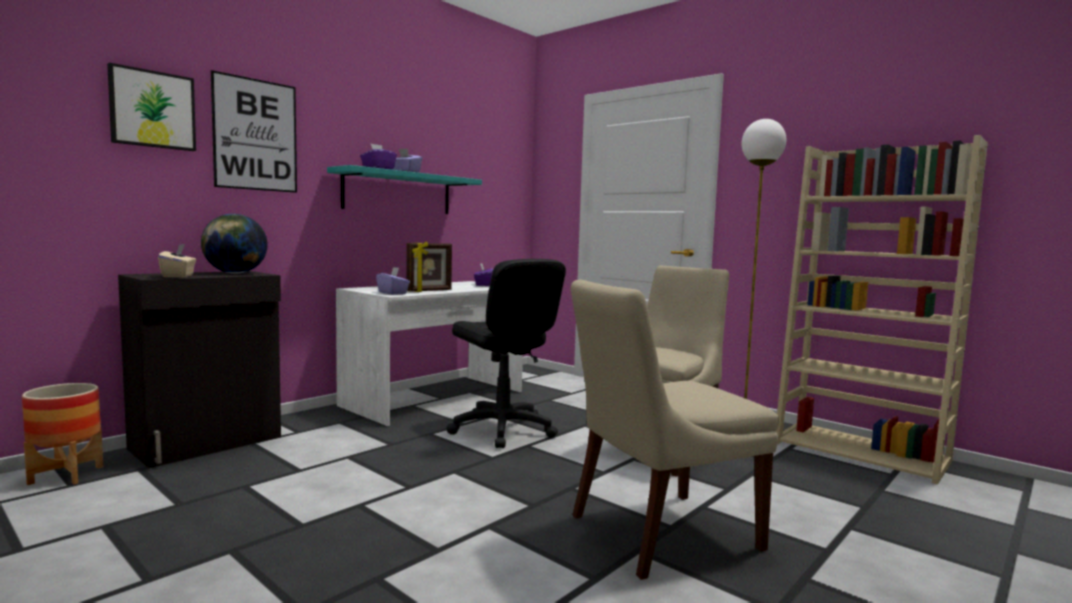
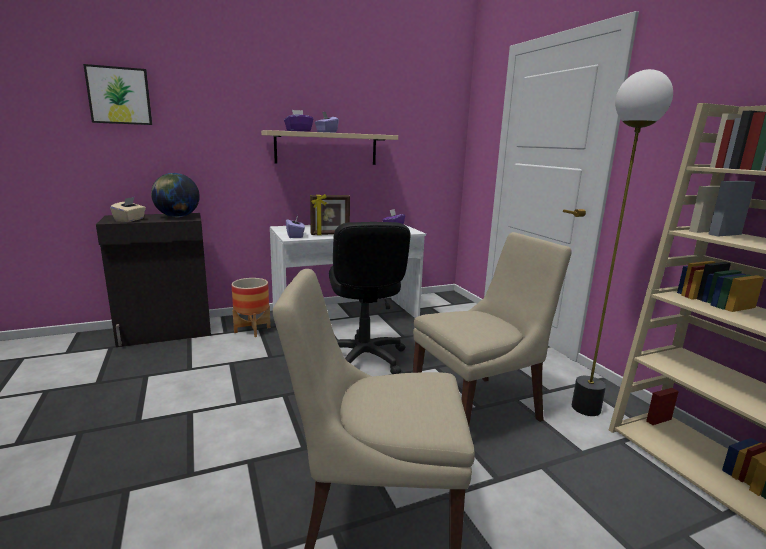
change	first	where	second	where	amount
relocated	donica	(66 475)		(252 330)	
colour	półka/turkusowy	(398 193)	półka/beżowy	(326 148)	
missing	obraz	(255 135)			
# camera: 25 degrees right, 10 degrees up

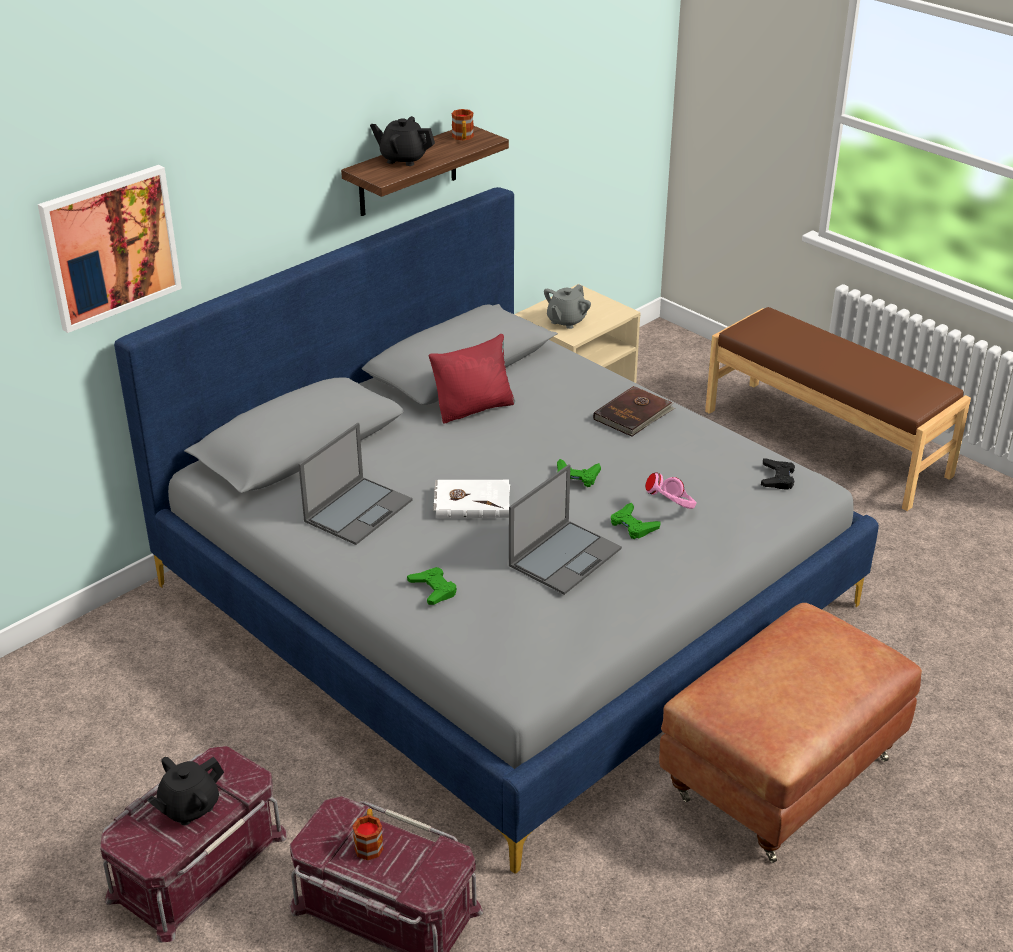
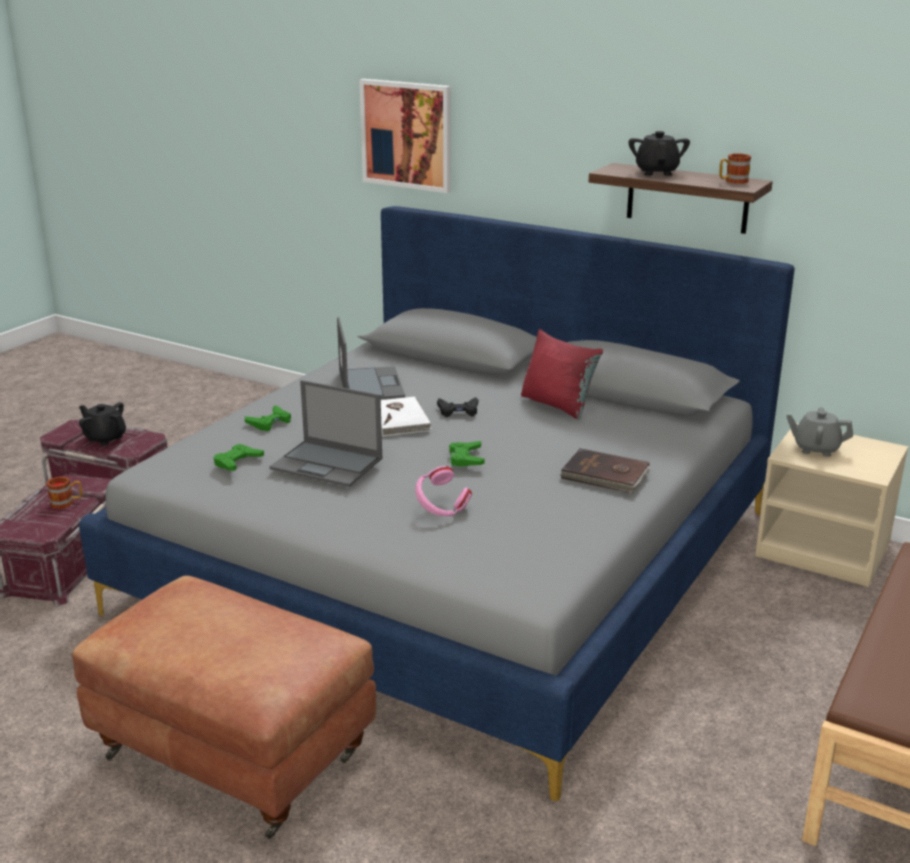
change	first	where	second	where	amount
relocated	pad do gier/zielony	(633 525)		(237 462)	
spun	laptop	(359 510)		(370 384)	120 degrees counterclockwise
relocated	pad do gier/czarny	(777 478)		(458 411)	
# camera: 75 degrees right, 10 degrees down

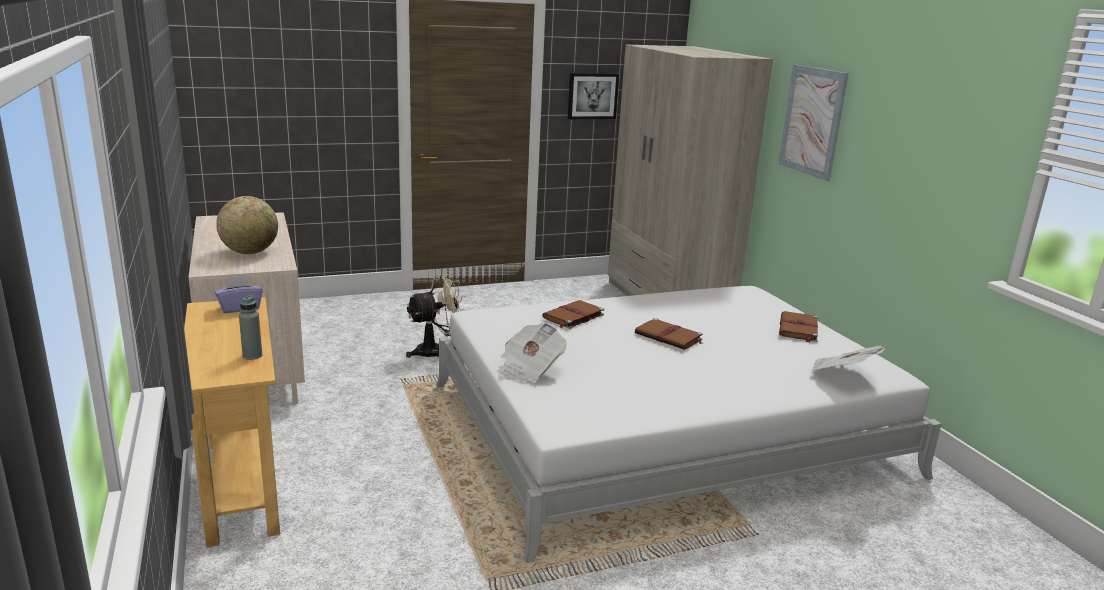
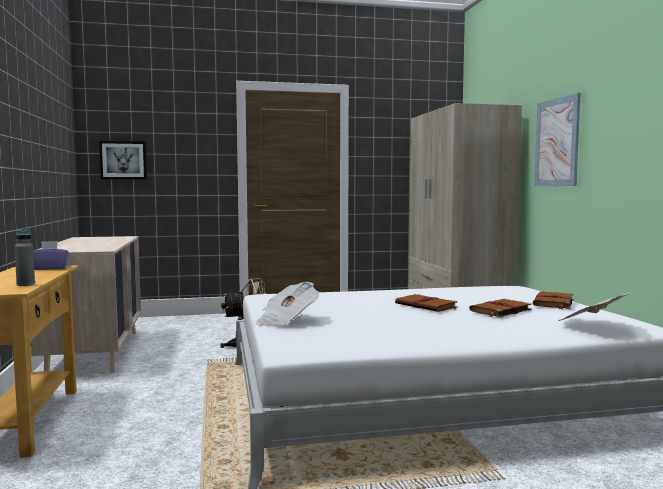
change	first	where	second	where	amount
relocated	obraz	(592 96)		(123 160)	
relocated	książka/brązowy	(572 316)		(499 310)	
missing	globus	(250 252)			
# camera: 10 degrees right, 15 degrees down

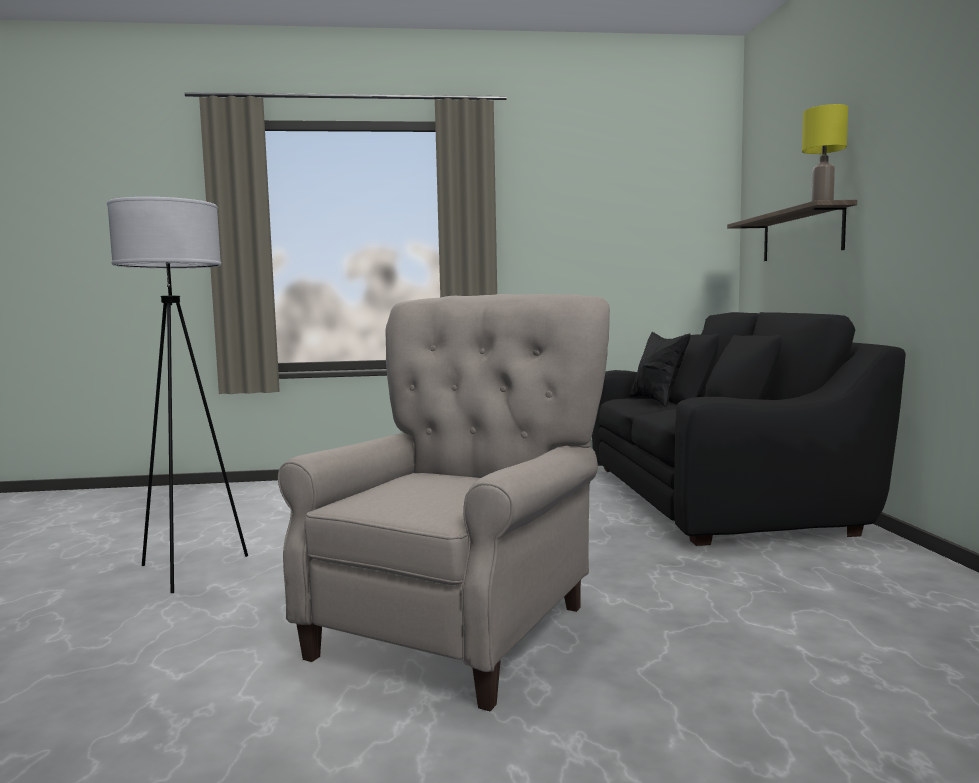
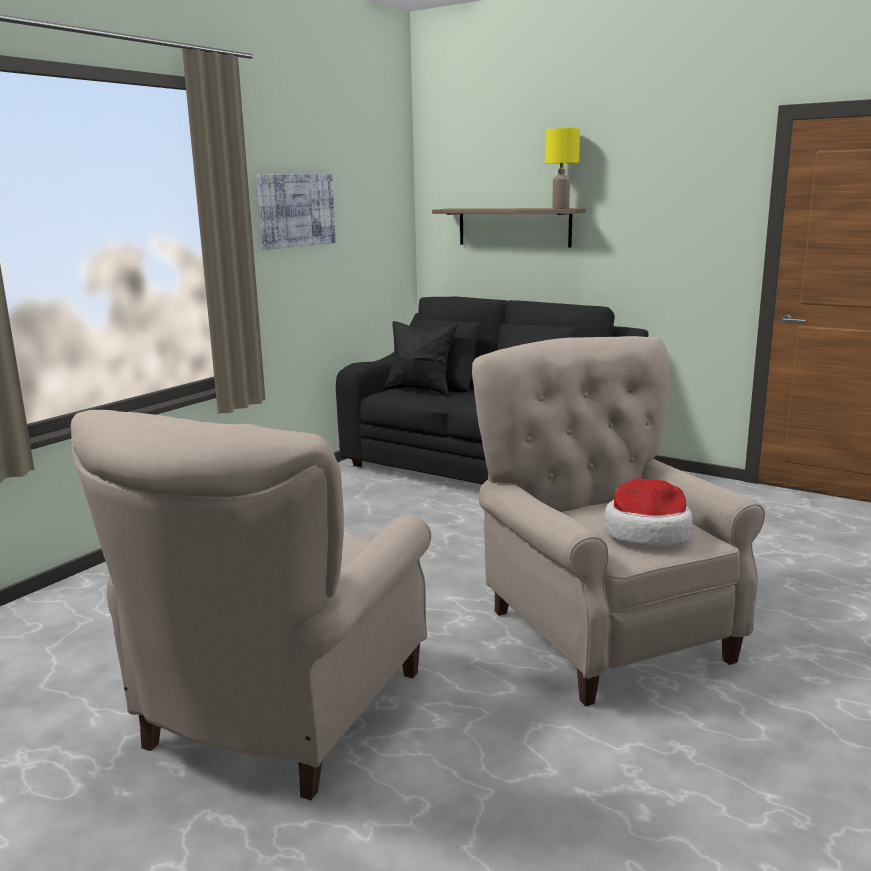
change	first	where	second	where	amount
exchanged	lampa stojąca/biały	(190 570)	fotel/beżowy	(279 715)	
appeared			obraz	(296 210)	
appeared			kapelusz	(647 533)	
# camera: 50 degrees left, 10 degrees up

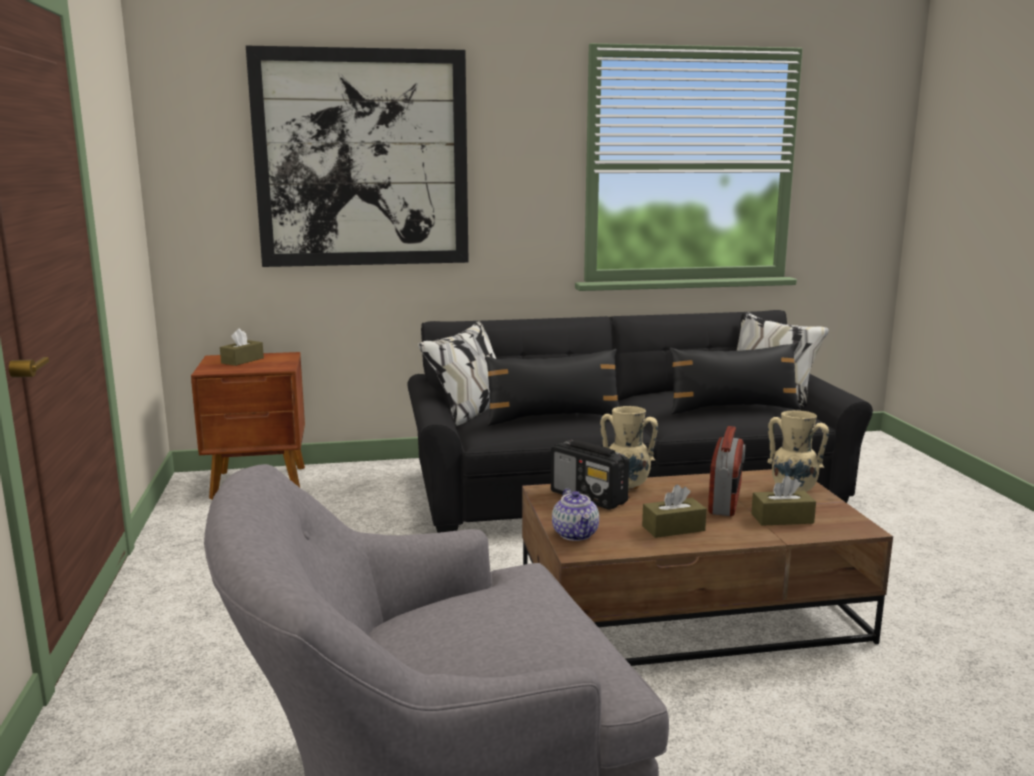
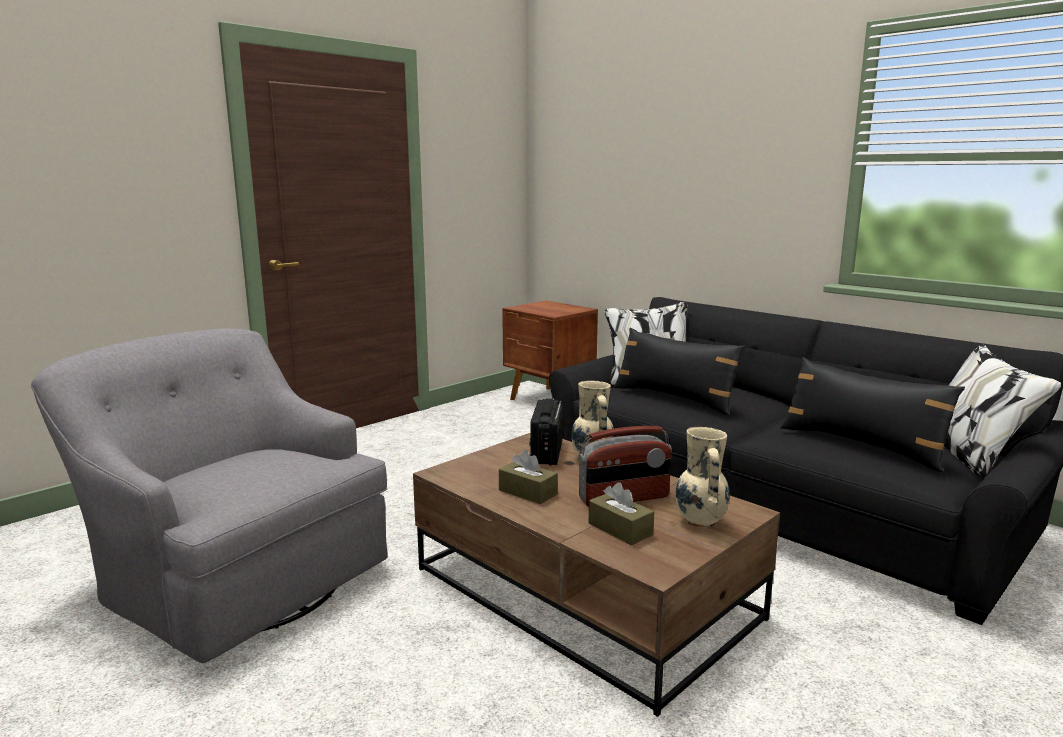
change	first	where	second	where	amount
missing	pudełko chusteczek/brązowy	(242 360)			
missing	obraz	(362 159)			
missing	imbryk	(576 534)			
# camera: 55 degrees right, 0 degrees up

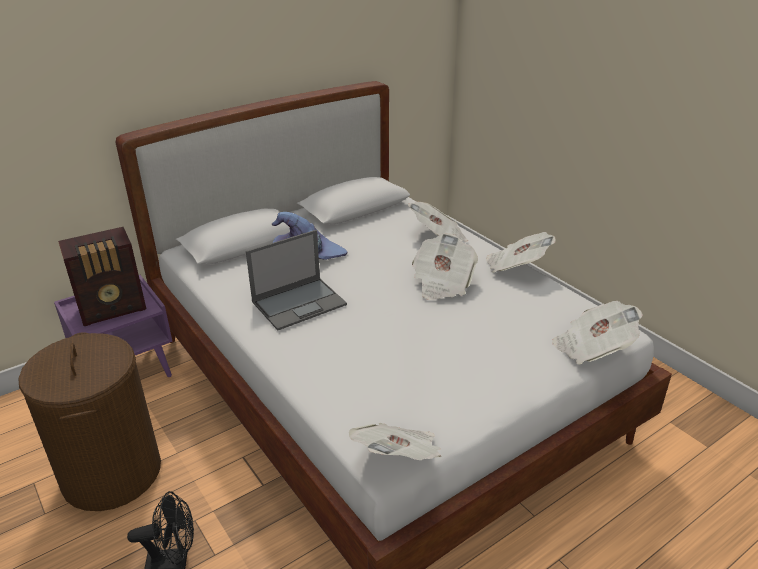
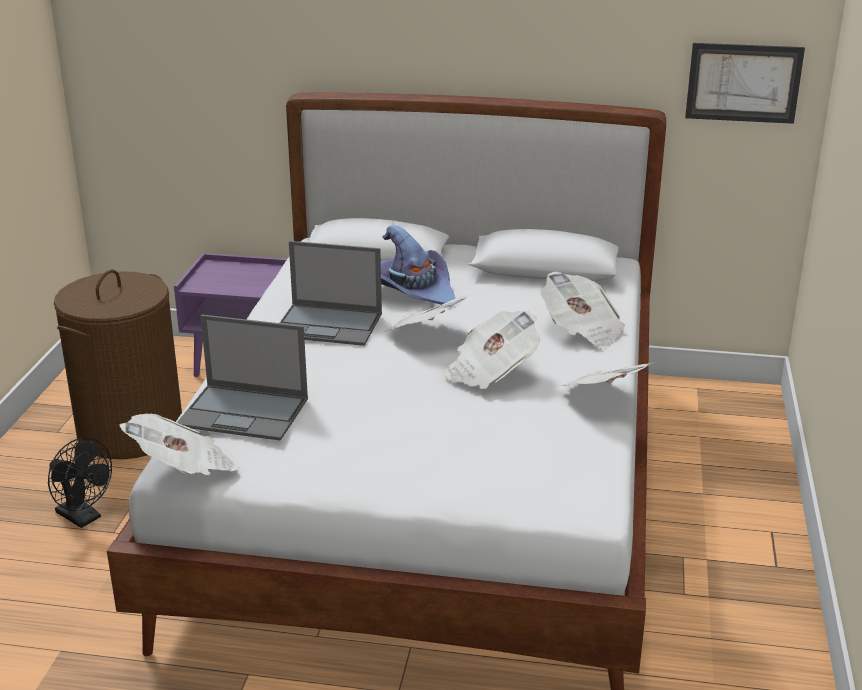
change	first	where	second	where	amount
appeared			laptop	(245 412)	
relocated	gazeta	(592 348)		(427 333)	
appeared			obraz	(743 82)	
missing	radio	(114 309)			
# camera: 45 degrees right, 5 degrees down

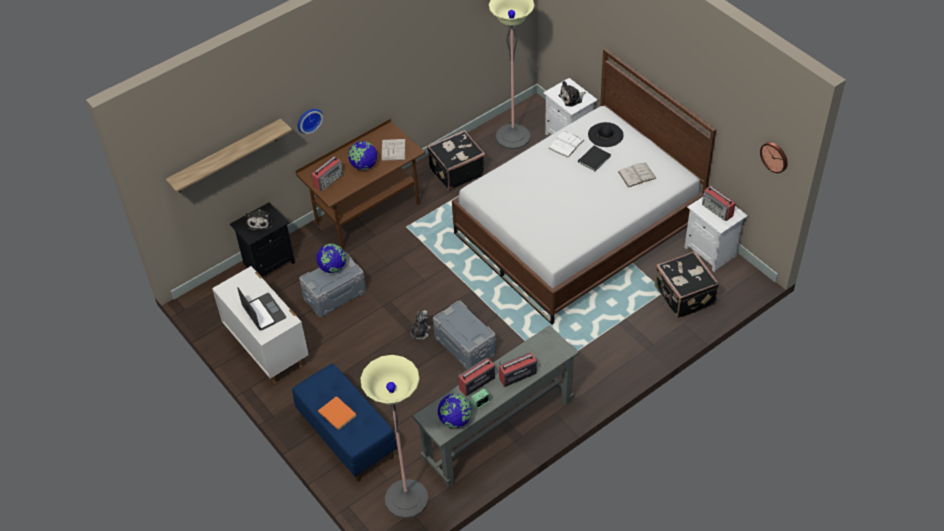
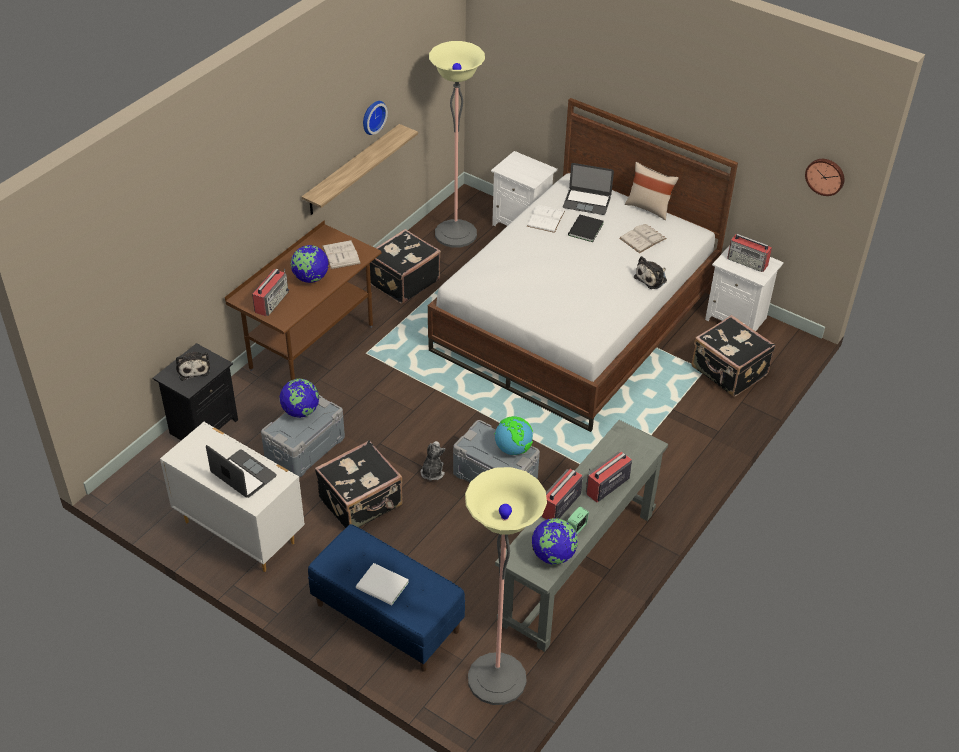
change	first	where	second	where	amount
relocated	półka	(226 156)		(352 170)	
appeared			walizka/czarny	(361 503)	
colour	książka/pomarańczowy	(337 415)	książka/biały	(383 586)	
relocated	zegar ścienny	(308 119)		(372 116)	
appeared			globus	(513 449)	
exchanged	kapelusz/czarny	(605 135)	laptop	(587 202)	
appeared			poduszka/beżowy	(649 208)	
relocated	pluszak	(572 98)		(652 278)	
# camera: 20 degrees left, 5 degrees down

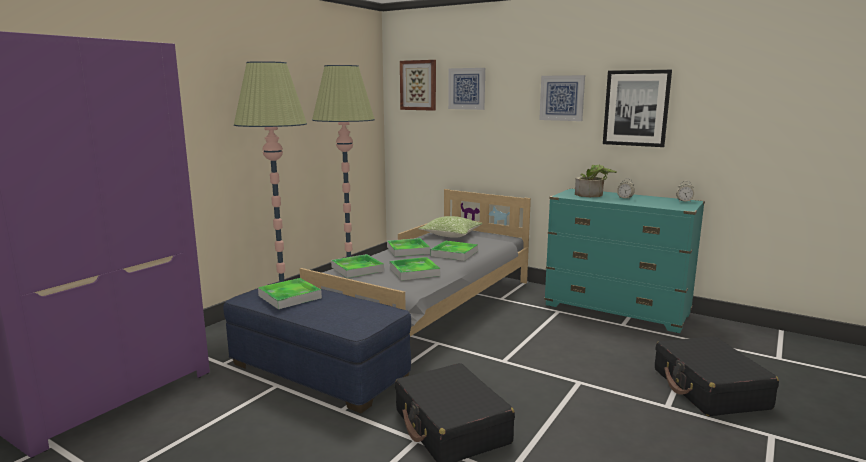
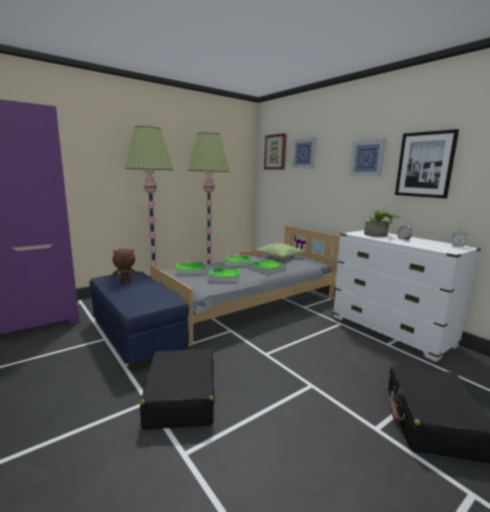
change	first	where	second	where	amount
exchanged	taca	(290 297)	pluszak/brązowy	(125 281)	
colour	komoda/turkusowy	(616 310)	komoda/biały	(391 331)	
# camera: 20 degrees right, 0 degrees up

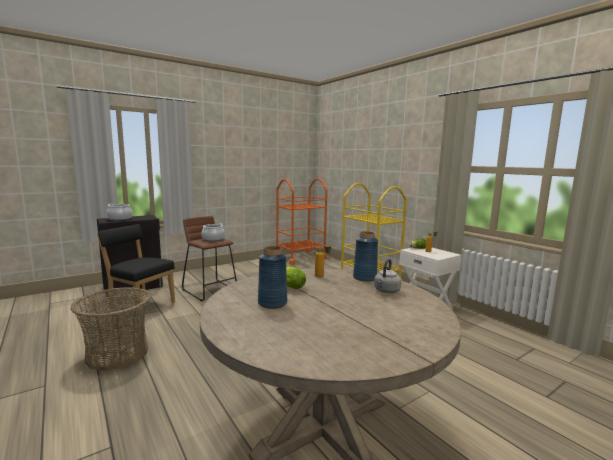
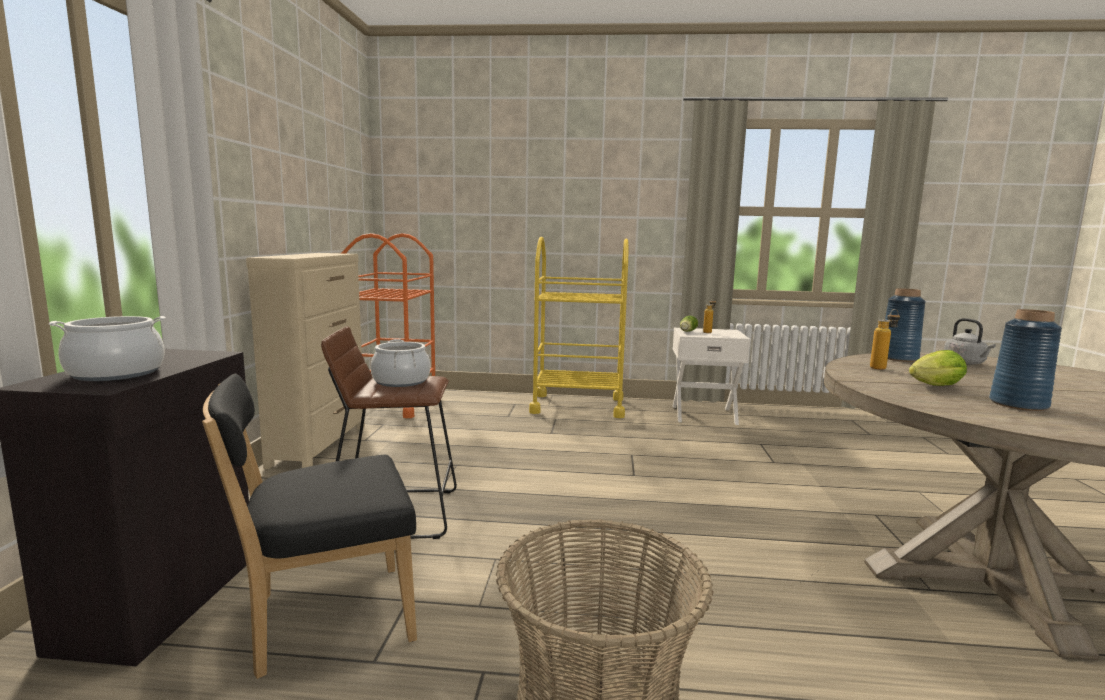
change	first	where	second	where	amount
appeared			komoda/beżowy	(320 445)	
# camera: 50 degrees left, 0 degrees up

